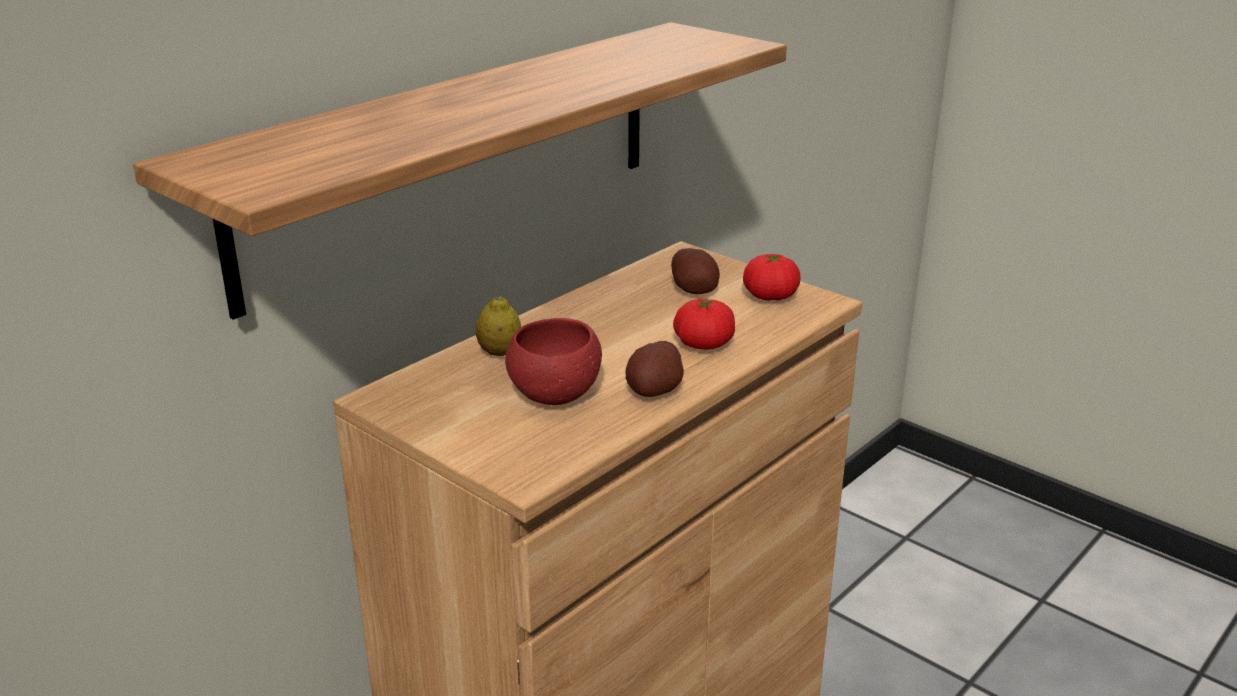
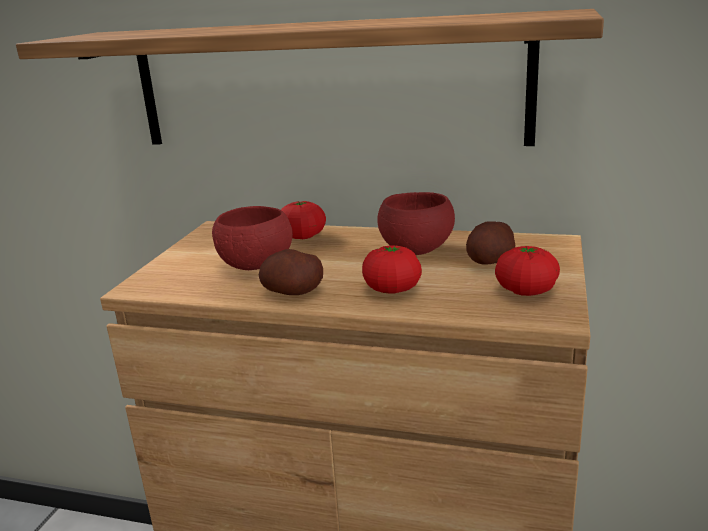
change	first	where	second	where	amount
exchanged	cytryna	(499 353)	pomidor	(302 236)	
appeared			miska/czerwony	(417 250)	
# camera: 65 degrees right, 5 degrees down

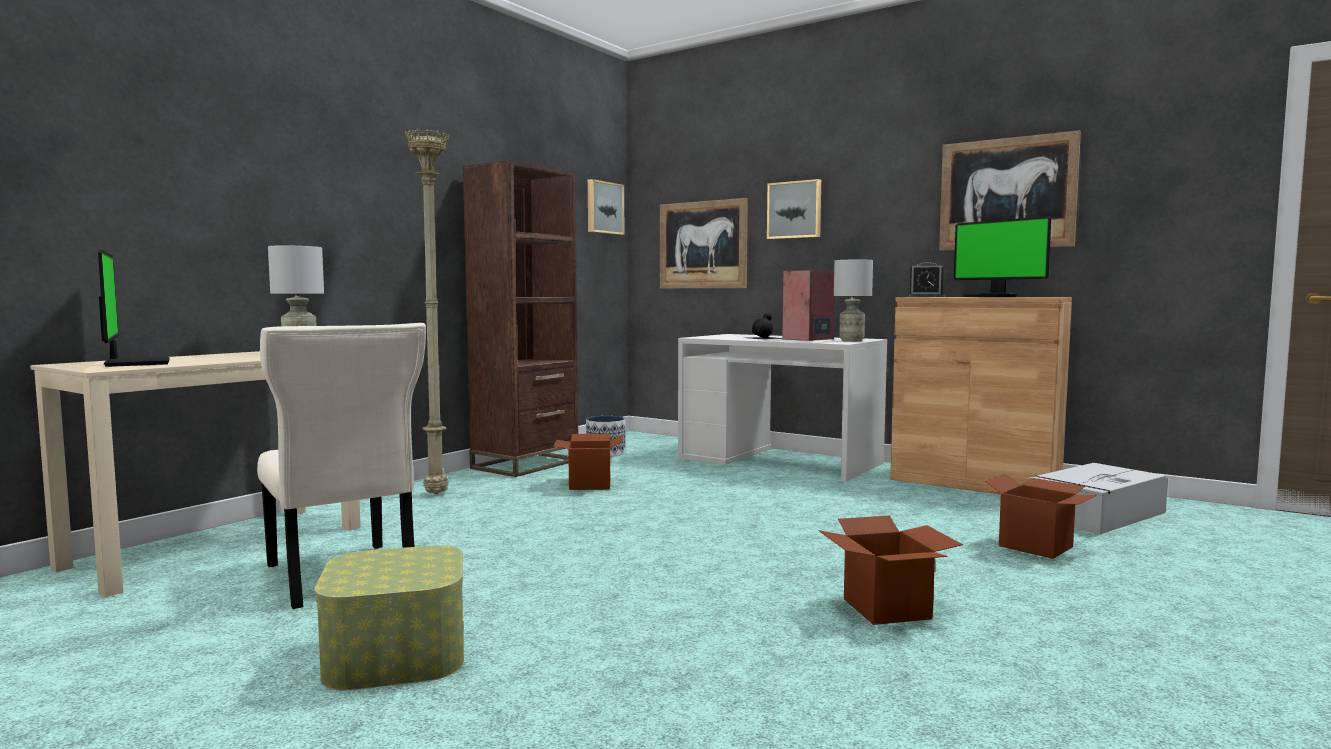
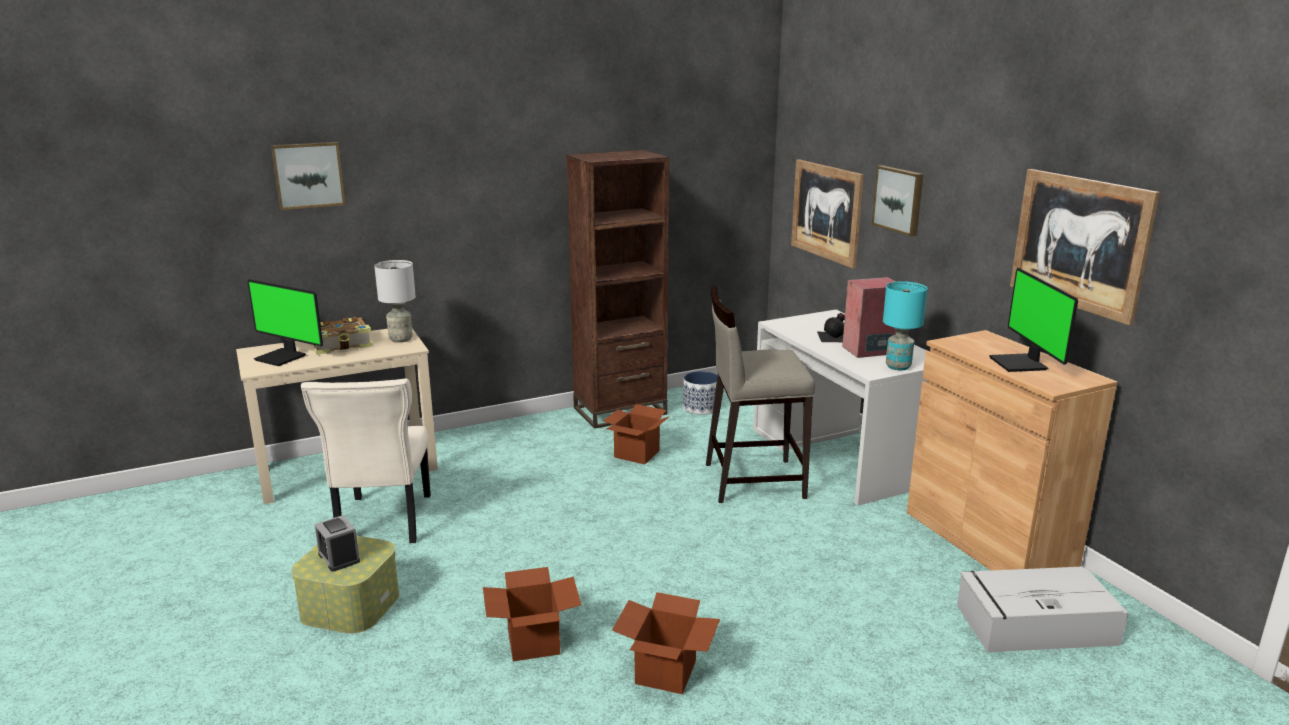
change	first	where	second	where	amount
spun	monitor	(133 363)		(282 357)	120 degrees clockwise
relocated	obraz	(604 208)		(308 175)	
appeared			książka	(342 345)	
relocated	budzik	(926 296)		(339 558)	
relocated	karton	(1035 546)		(533 642)	
appeared			stołek/beżowy	(753 480)	
colour	lampa stołowa/szary	(852 341)	lampa stołowa/turkusowy	(898 367)	
missing	lampa stojąca/beżowy	(437 493)			
# camera: 30 degrees right, 15 degrees up

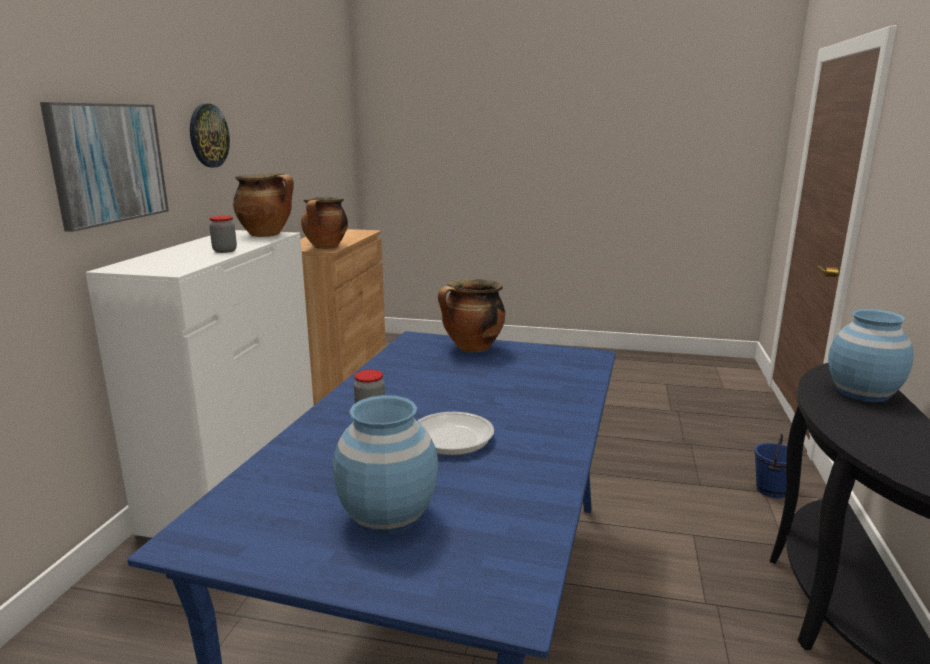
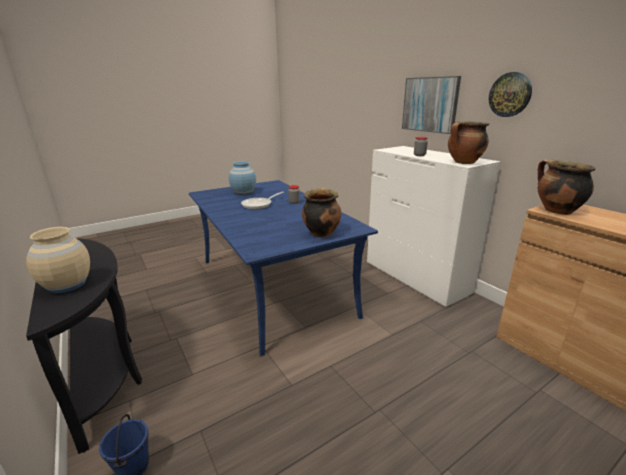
change	first	where	second	where	amount
colour	wazon/niebieski	(862 392)	wazon/beżowy	(67 285)	
# camera: 135 degrees right, 5 degrees up

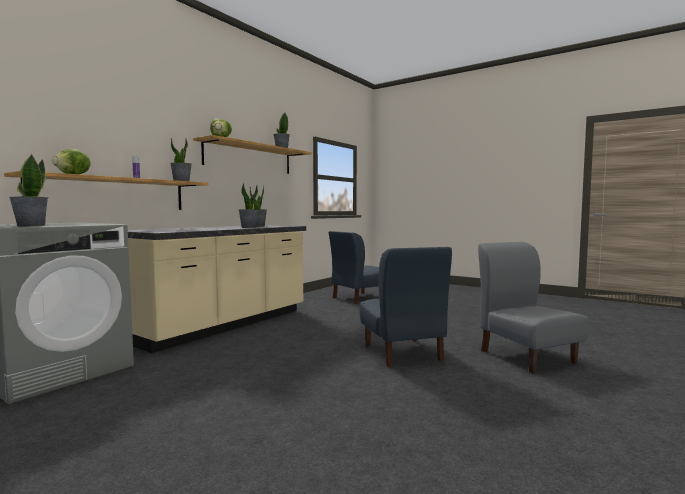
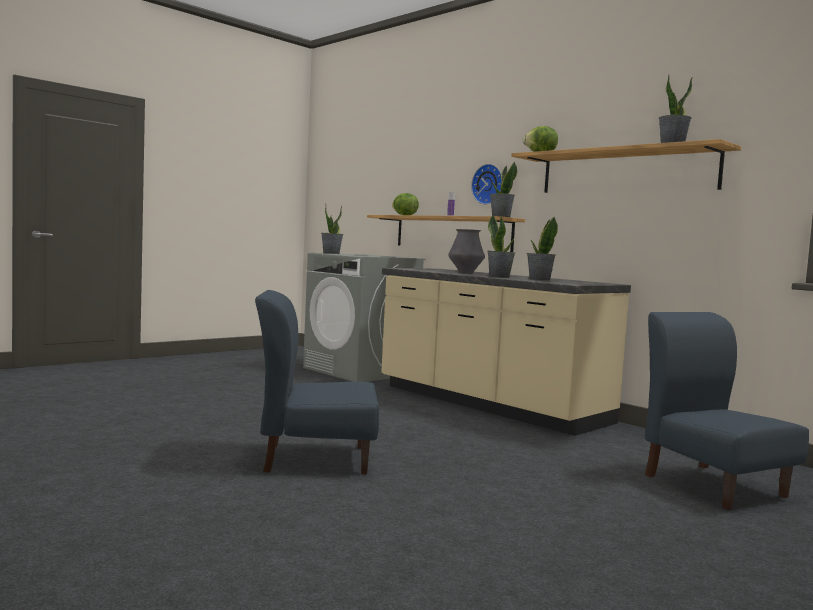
change	first	where	second	where	amount
appeared			wazon	(465 273)	
appeared			zegar ścienny	(489 184)	
missing	krzesło/szary	(526 356)			
# camera: 100 degrees right, 0 degrees up

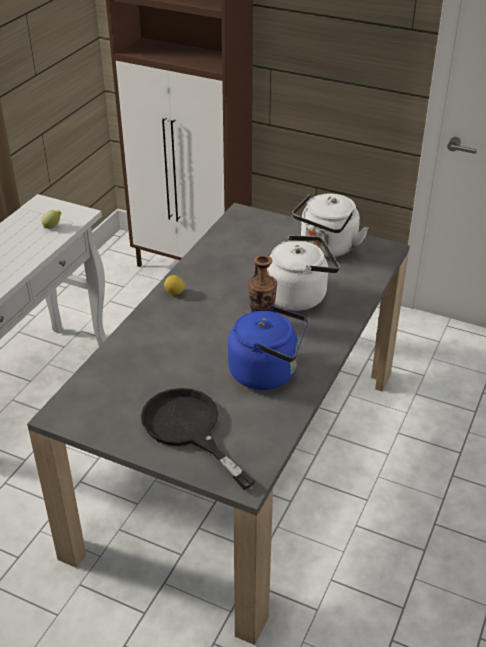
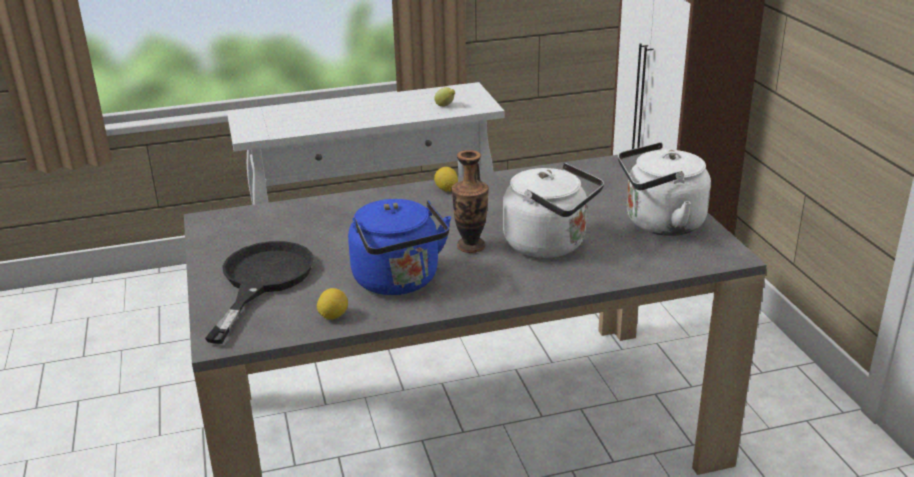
change	first	where	second	where	amount
appeared			cytryna	(333 316)	
# camera: 50 degrees right, 10 degrees down

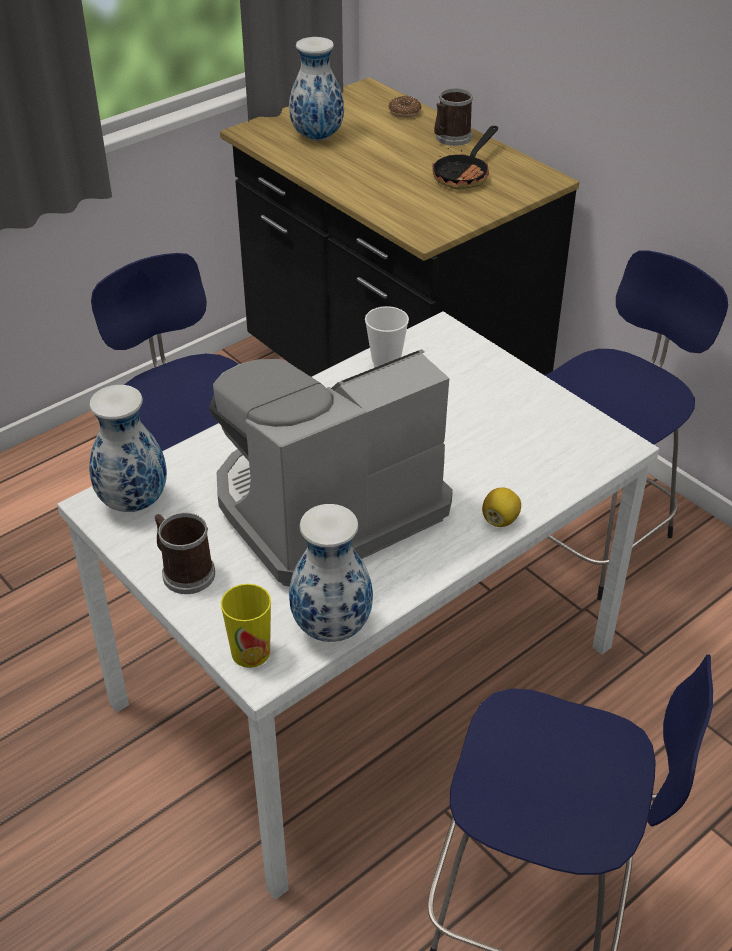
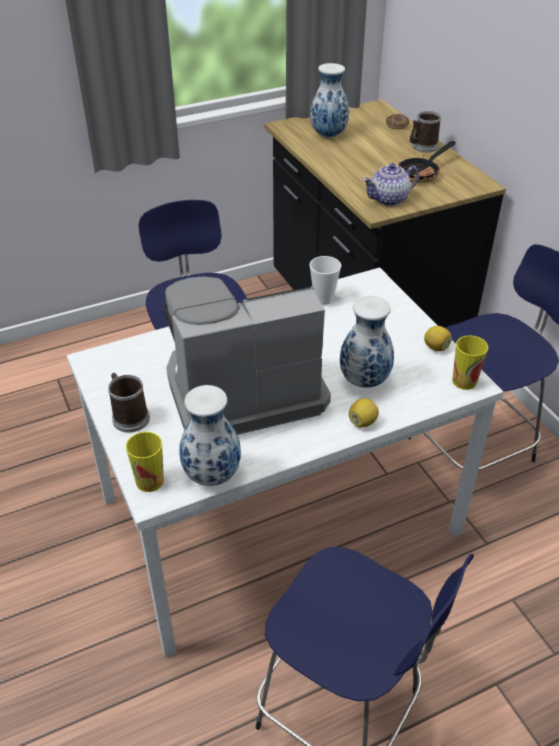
change	first	where	second	where	amount
relocated	wazon	(132 501)		(363 380)	
appeared			imbryk	(389 199)	
appeared			cytryna	(436 347)	
appeared			filiżanka	(464 381)	
# camera: 15 degrees right, 0 degrees up

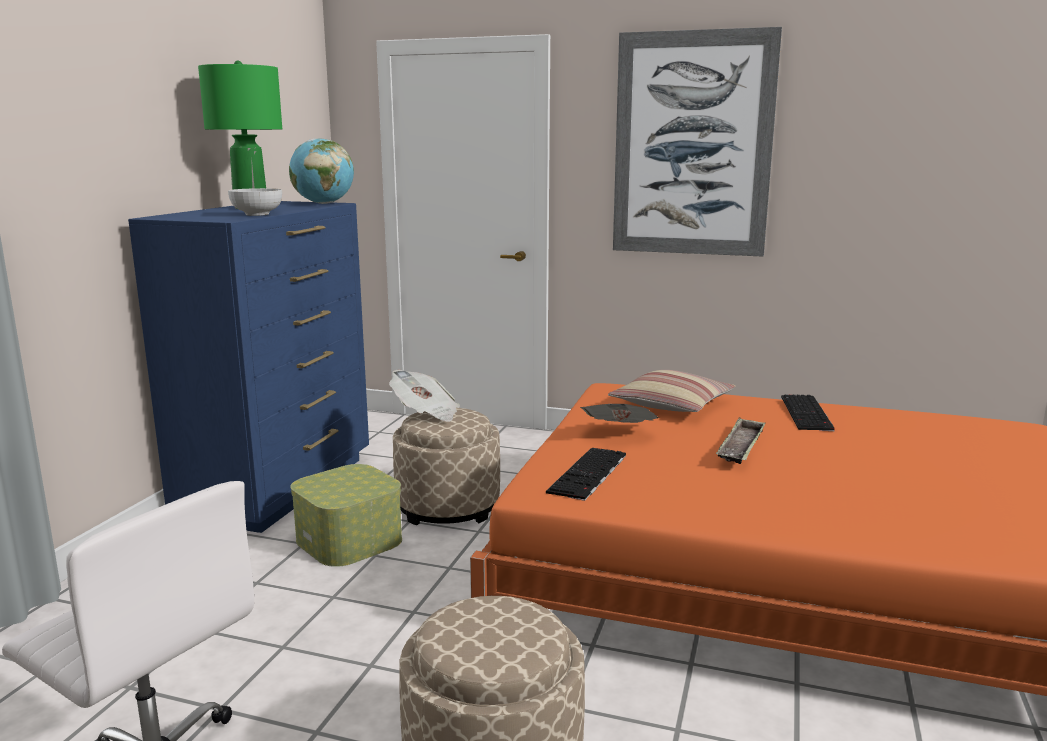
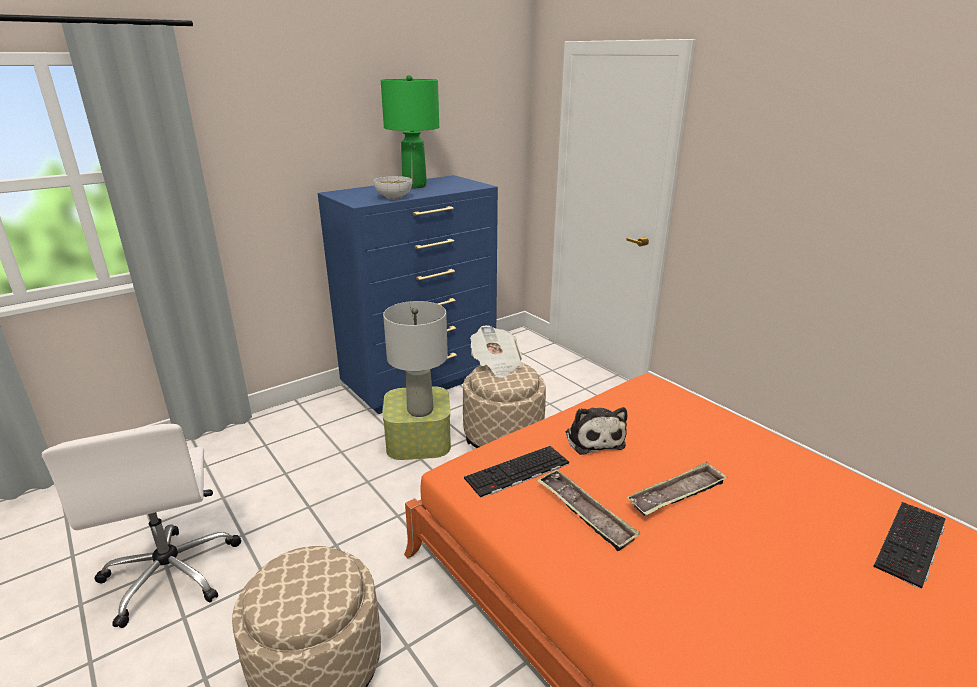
change	first	where	second	where	amount
appeared			lampa stołowa/szary	(420 410)	
appeared			taca	(584 513)	
exchanged	gazeta	(619 434)	pluszak	(593 438)	
relocated	klawiatura	(808 413)		(912 544)	
missing	globus	(323 203)			
missing	poduszka	(672 404)			
missing	obraz	(692 145)			
# camera: 35 degrees right, 10 degrees up

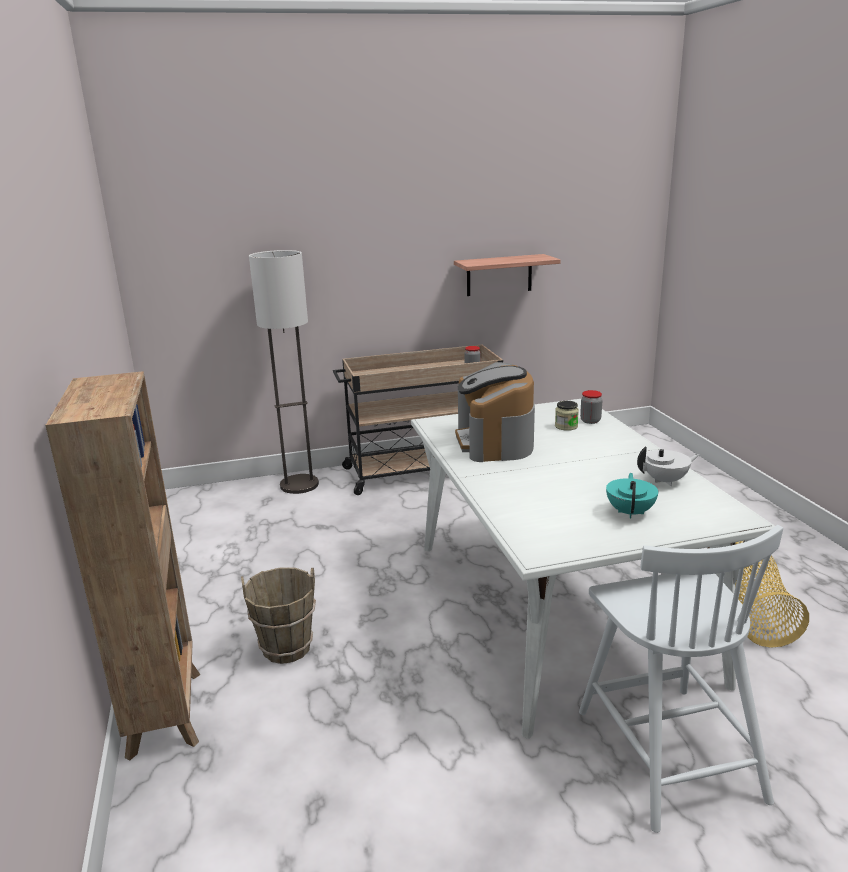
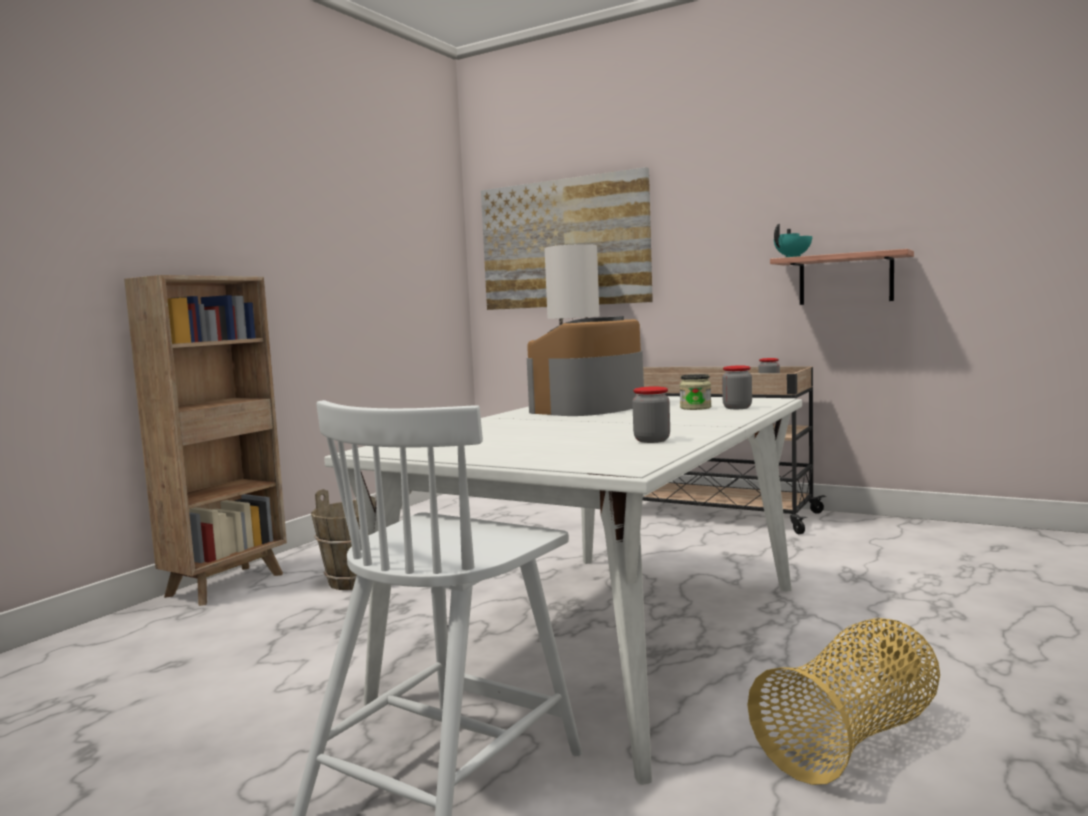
change	first	where	second	where	amount
appeared			obraz	(564 243)	
exchanged	imbryk/biały	(665 481)	słoik	(652 440)	
relocated	imbryk/turkusowy	(630 512)		(793 257)	
# camera: 45 degrees right, 15 degrees down

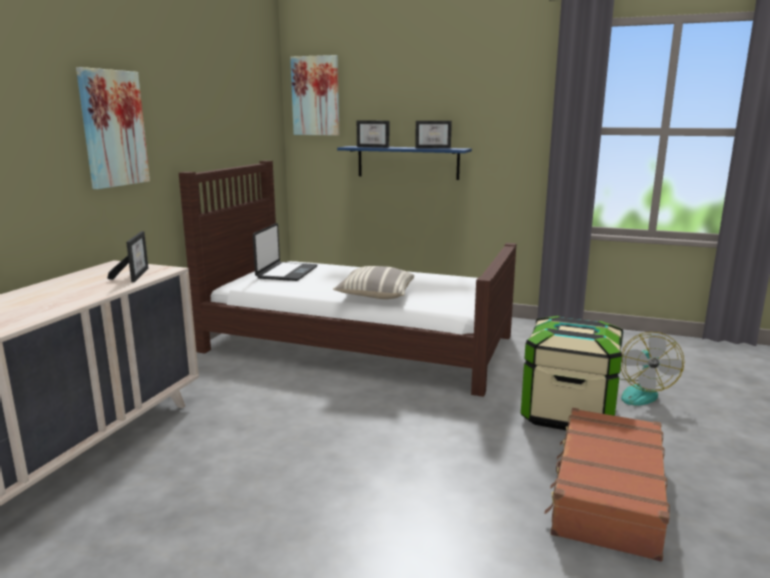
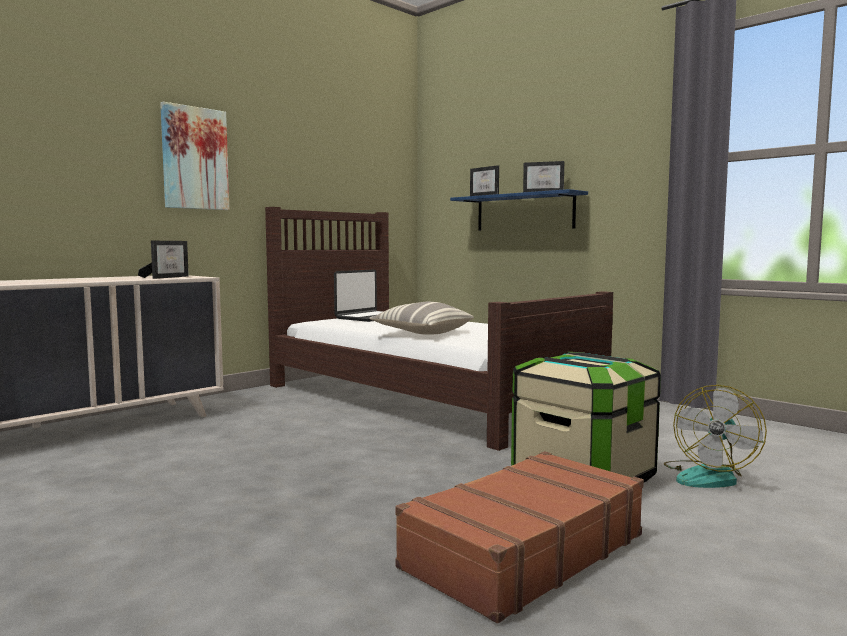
change	first	where	second	where	amount
missing	obraz	(316 96)			
# camera: 25 degrees right, 10 degrees down

